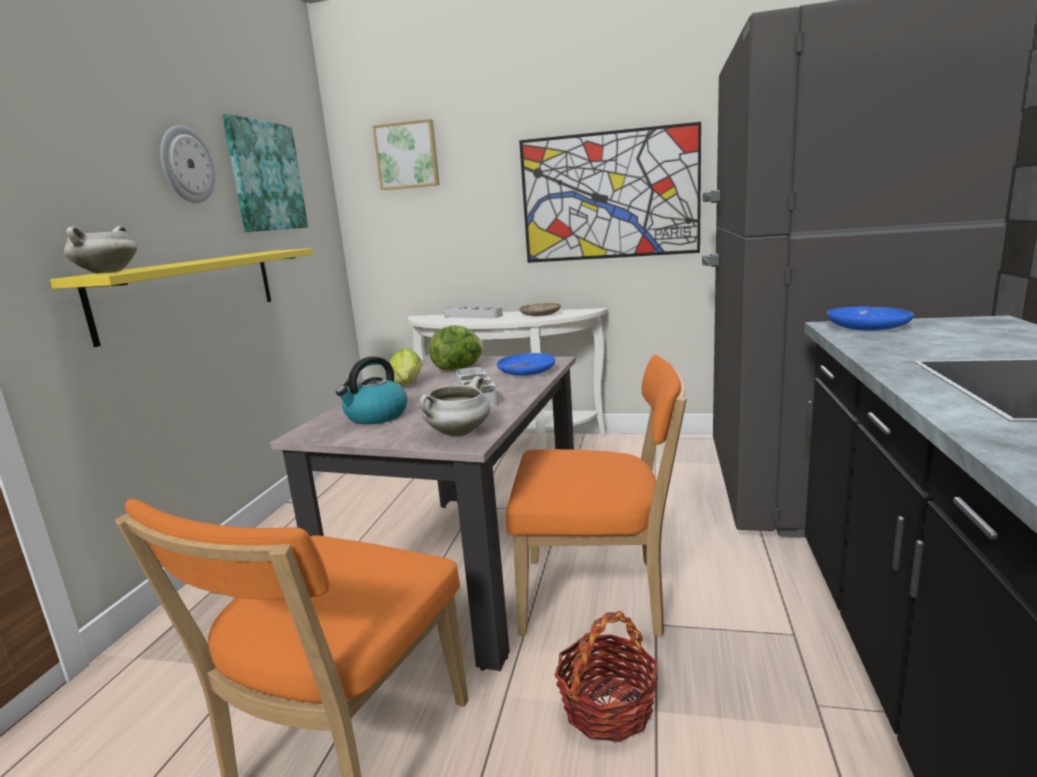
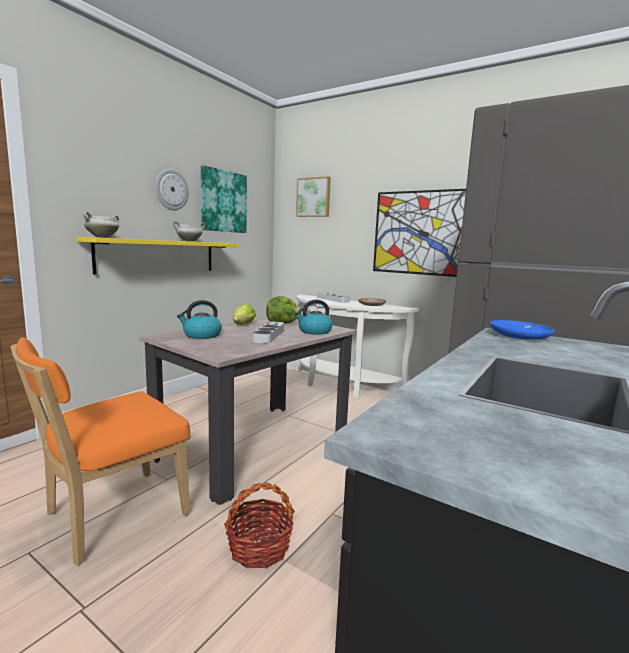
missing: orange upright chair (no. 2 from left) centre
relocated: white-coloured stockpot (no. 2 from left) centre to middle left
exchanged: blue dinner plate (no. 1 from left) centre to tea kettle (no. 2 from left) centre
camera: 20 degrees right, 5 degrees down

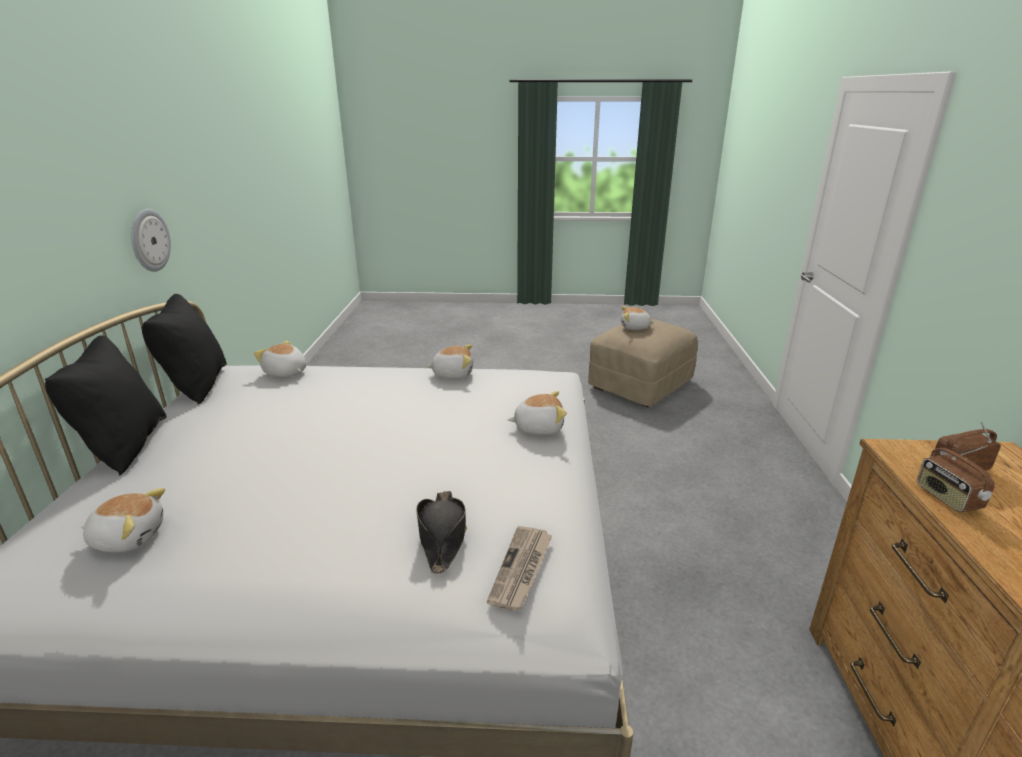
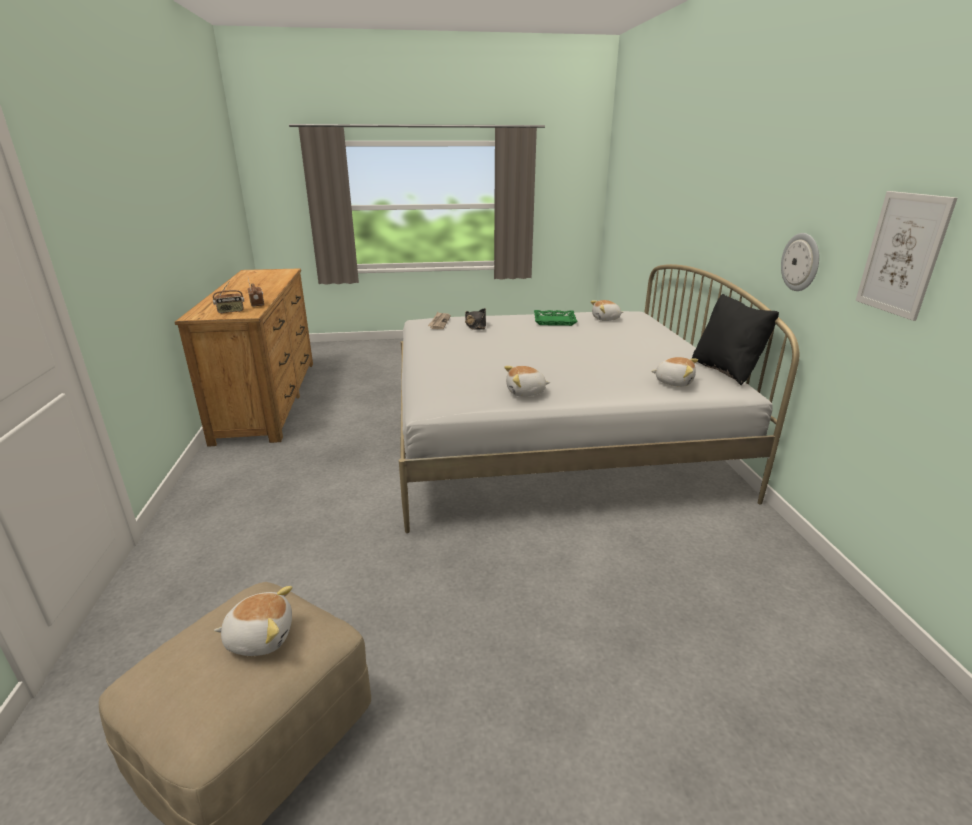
missing: black-coloured cushion (no. 1 from left) middle left; cuddly toy (no. 4 from left) centre
appeared: green-coloured tray centre; wall art top right
camera: 170 degrees right, 0 degrees up

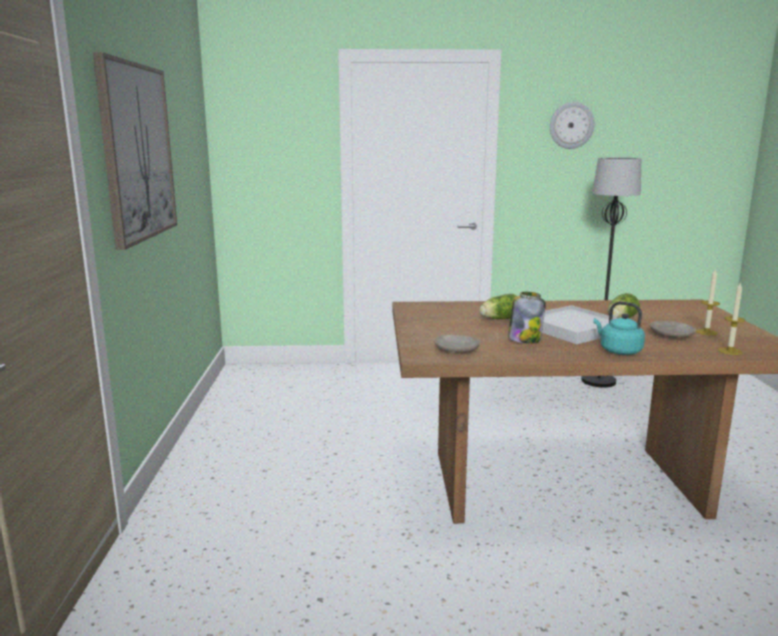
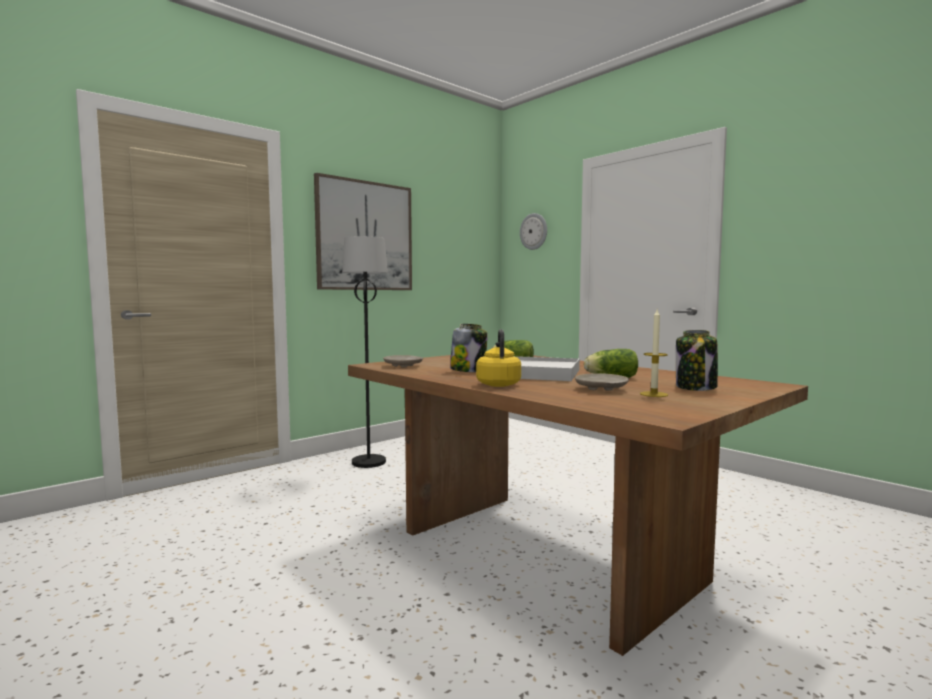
missing: candle (no. 2 from left) middle right
appeared: preserve jar (no. 2 from left) middle right
relocated: clock on the wall top right to top centre; black-coloured floor lamp middle right to centre
colour: turquoise tea kettle middle right to yellow-coloured tea kettle centre
camera: 50 degrees right, 10 degrees down

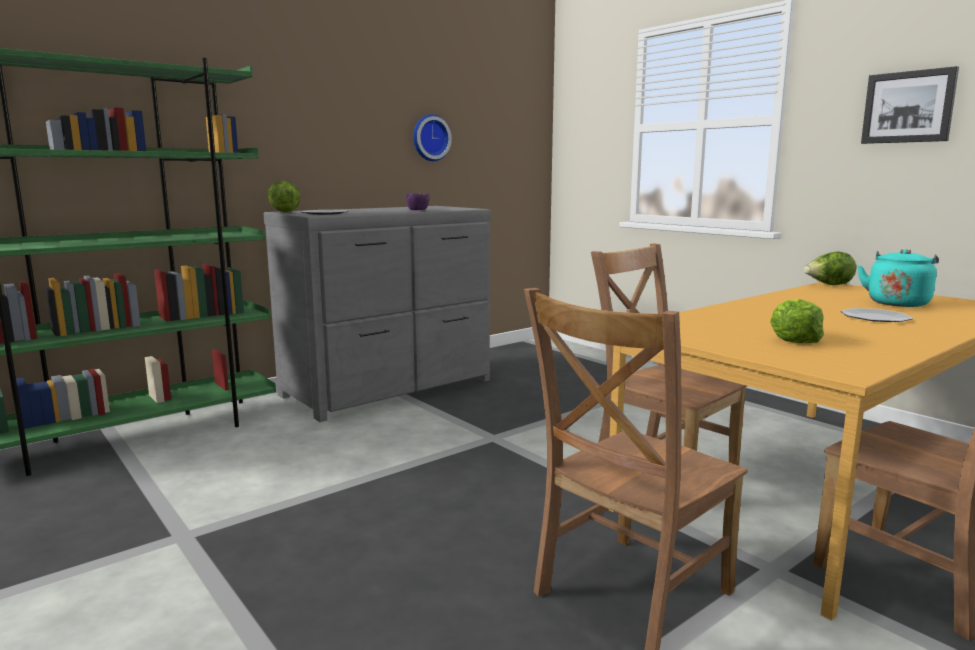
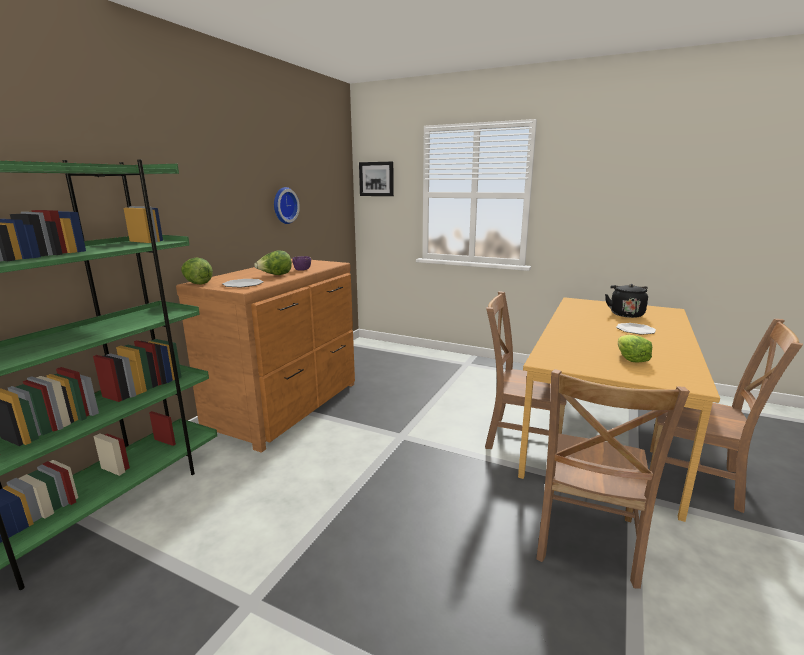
relocated: lettuce (no. 3 from left in the first image) middle right to lettuce (no. 2 from left) centre; wall art top right to top centre
colour: gray dresser centre to brown dresser middle left; turquoise tea kettle middle right to black-coloured tea kettle middle right
camera: 25 degrees left, 5 degrees up

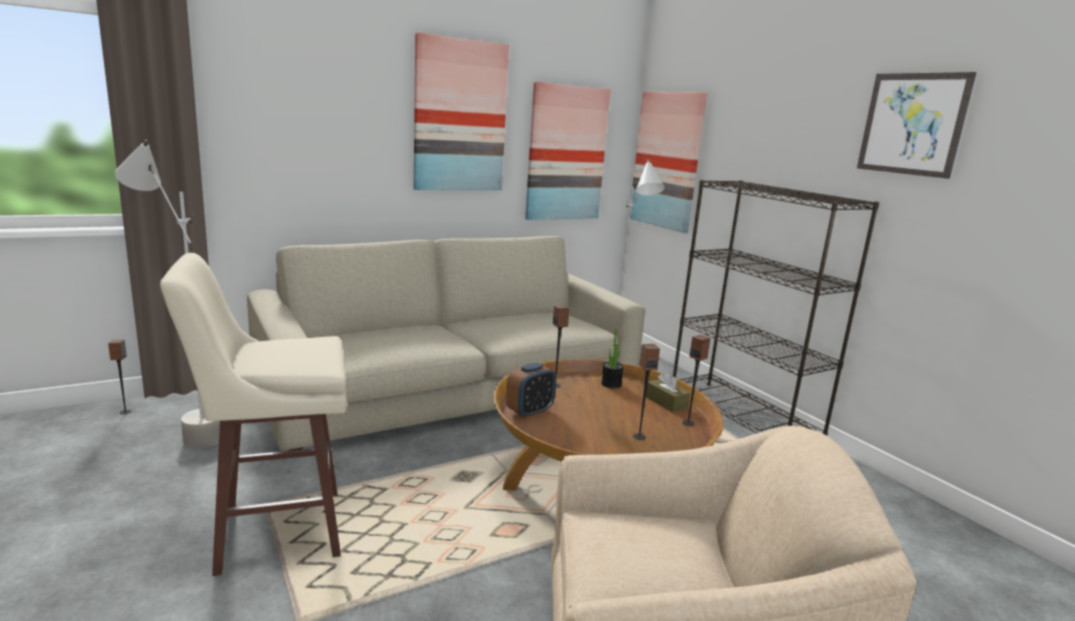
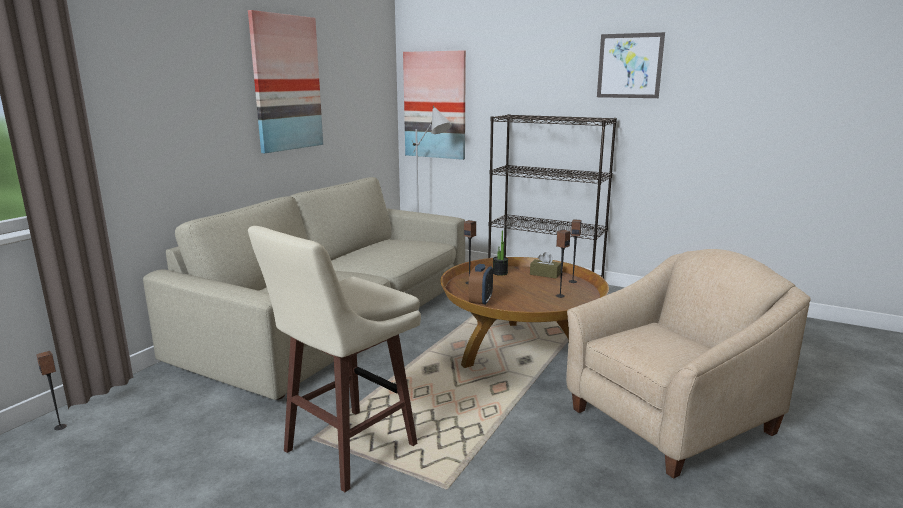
missing: gray floor lamp (no. 1 from left) middle left; wall art (no. 2 from left) top centre
camera: 30 degrees left, 0 degrees up

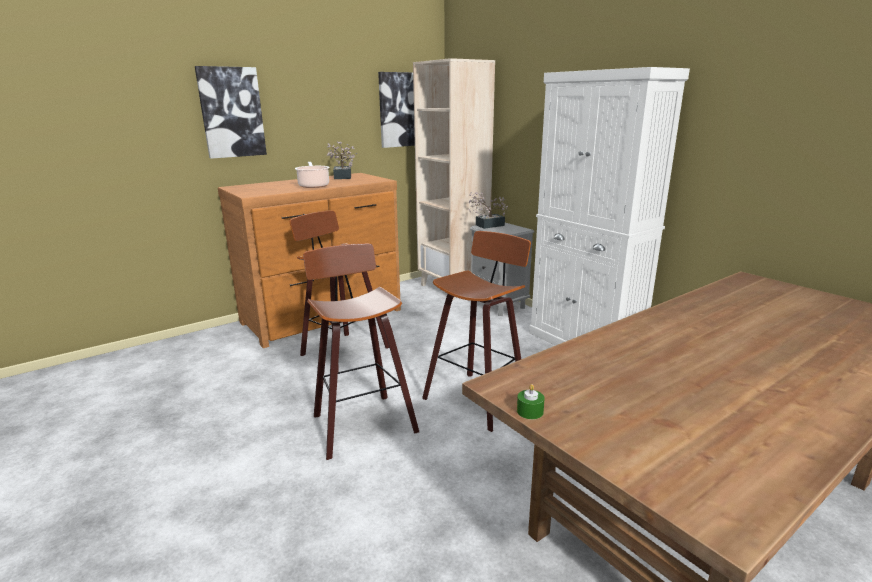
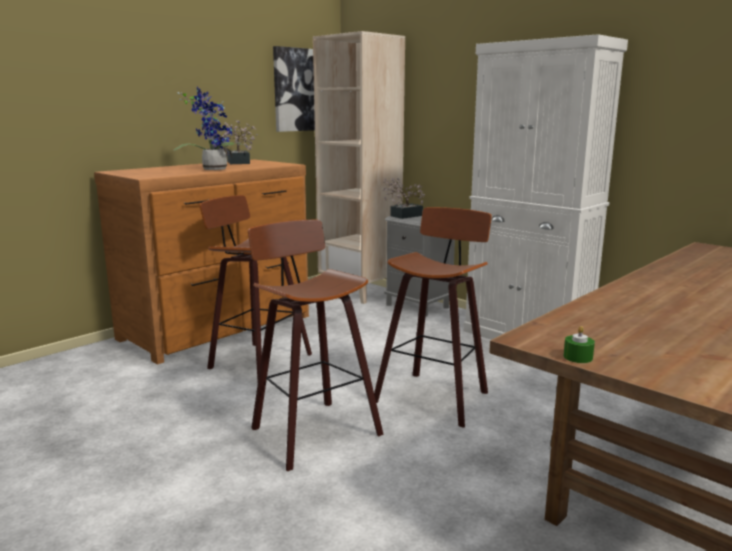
missing: wall art (no. 1 from left) top left
exchanged: stockpot top centre to plant in a pot (no. 1 from left) top left
camera: 10 degrees left, 5 degrees down

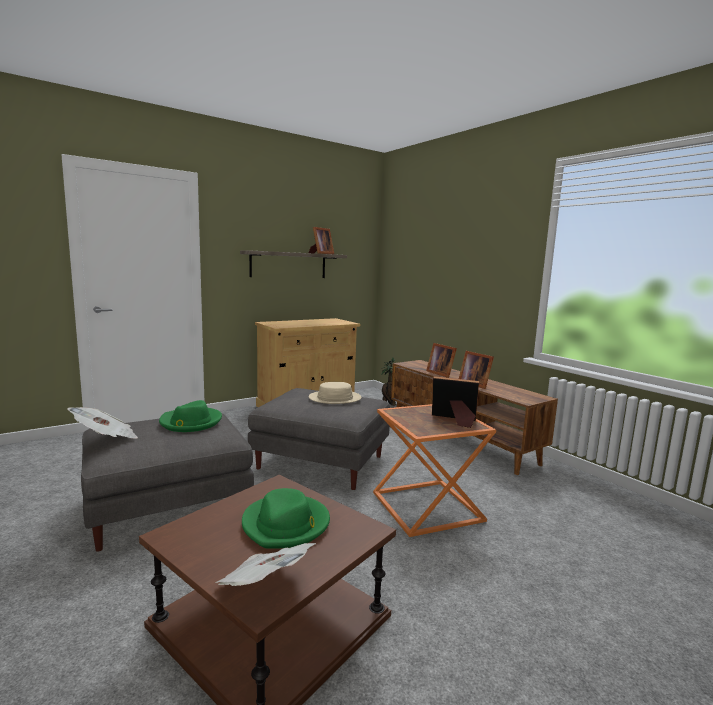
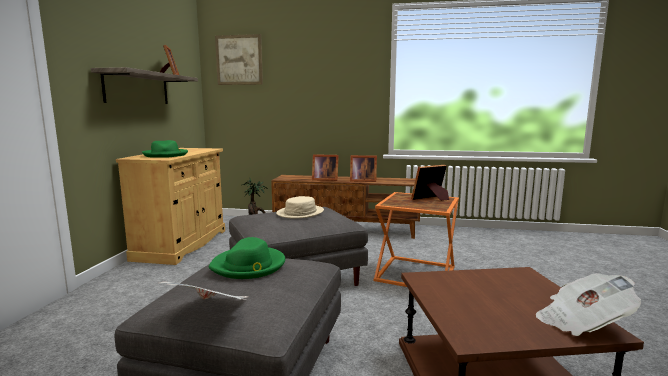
appeared: wall art top centre
relocated: green-coloured clothing hat (no. 2 from left in the first image) bottom centre to green-coloured clothing hat (no. 1 from left) middle left
camera: 45 degrees left, 0 degrees up

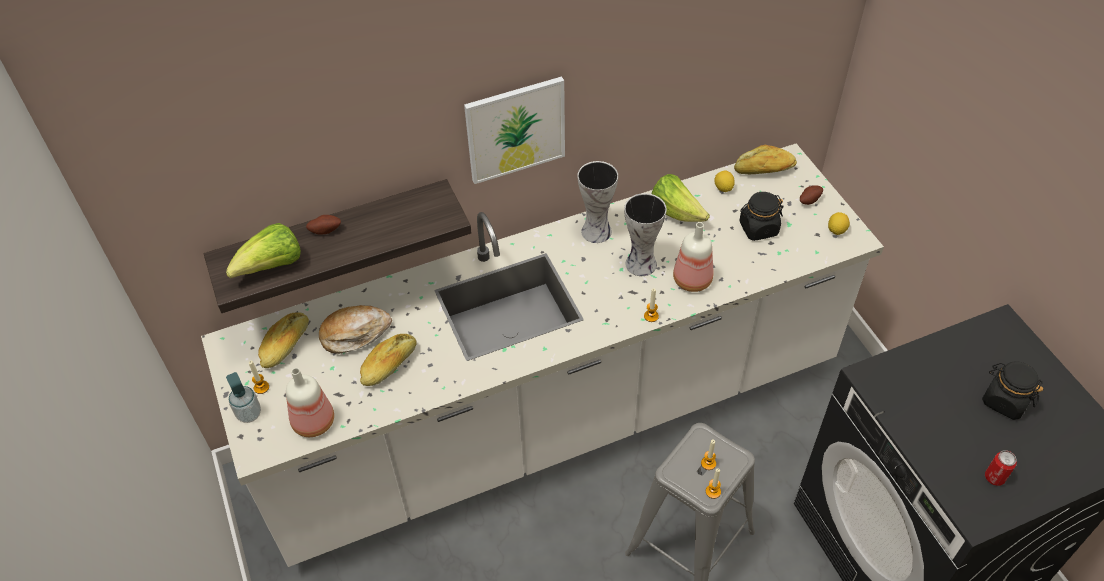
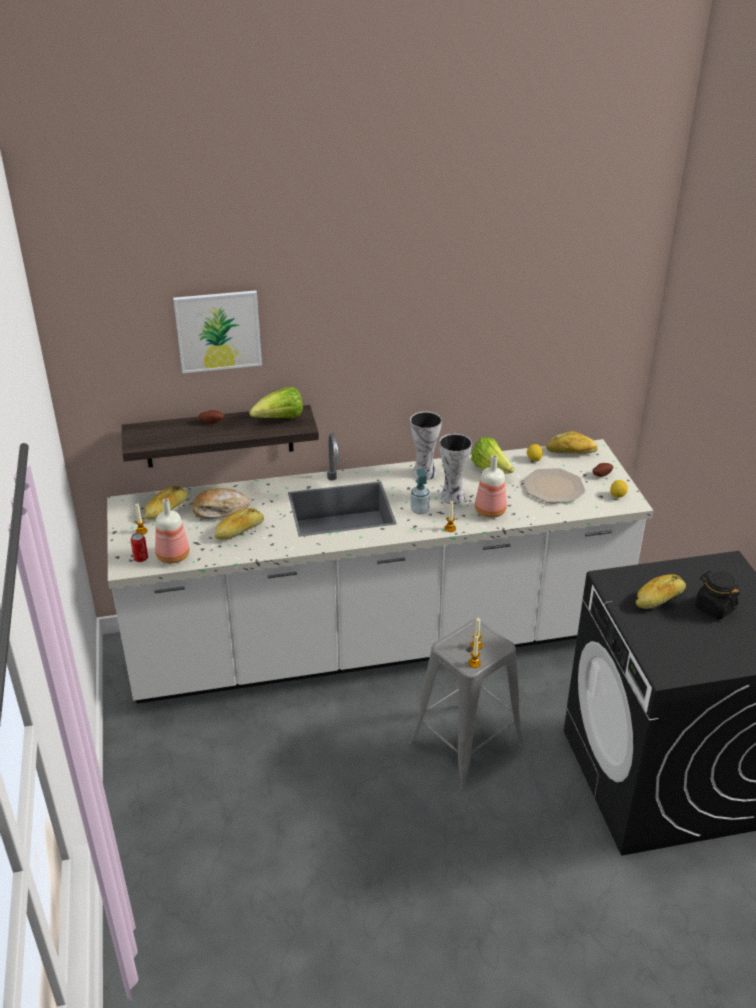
appeared: bread (no. 5 from left) middle right
relocated: lettuce (no. 1 from left) middle left to centre; soap dispenser bottom left to centre; wall art top centre to top left; can bottom right to middle left
exchanged: black-coloured preserve jar (no. 1 from left) middle right to dinner plate middle right
camera: 10 degrees right, 15 degrees down

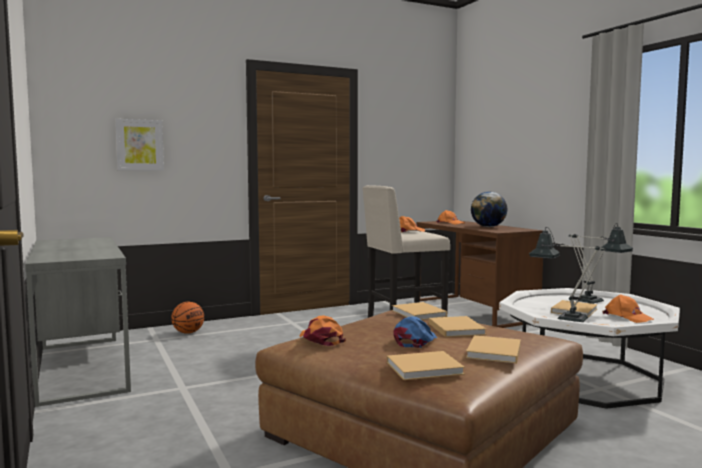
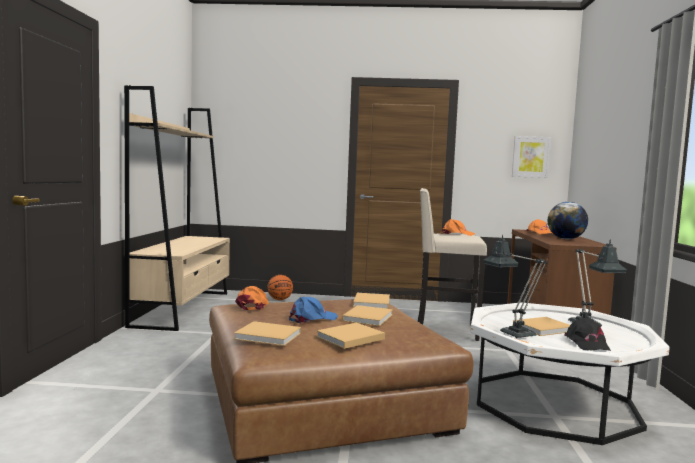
relocated: wall art top left to middle right
exchanged: gray desk bottom left to sand-coloured bookshelf middle left
colour: orange baseball cap (no. 4 from left) middle right to black-coloured baseball cap bottom right
camera: 30 degrees right, 0 degrees up

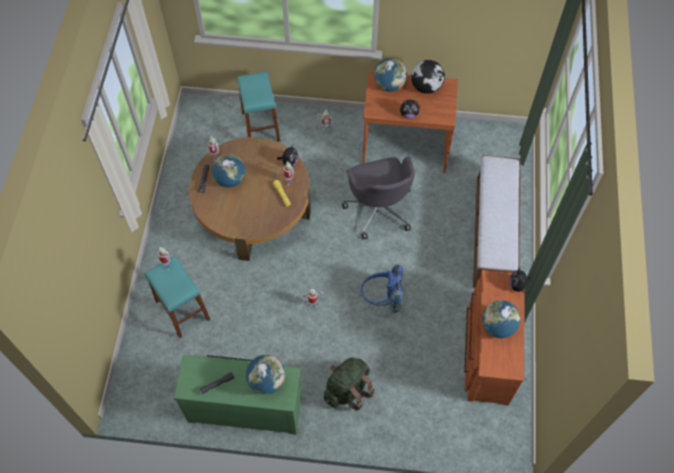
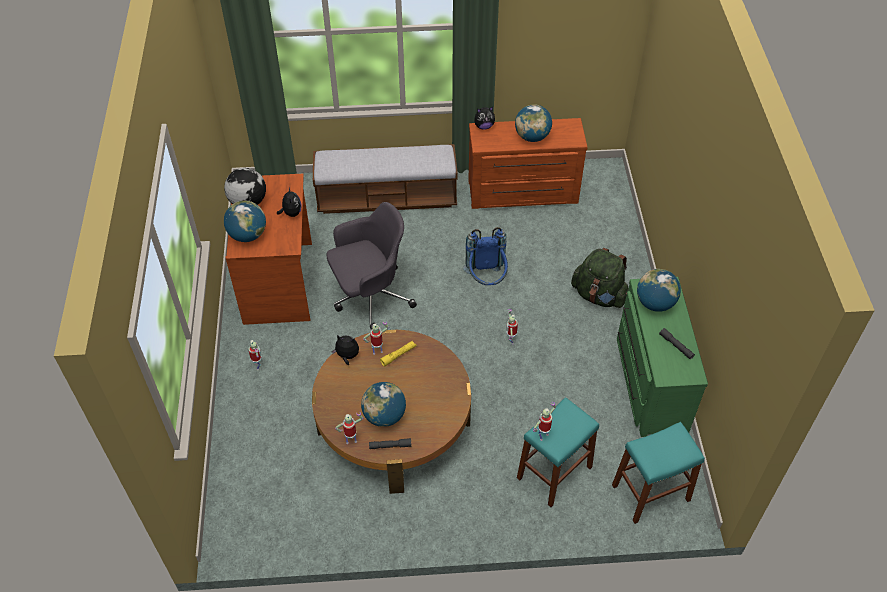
relocated: turquoise sitting stool (no. 2 from left) top centre to bottom right
camera: 100 degrees left, 10 degrees down

